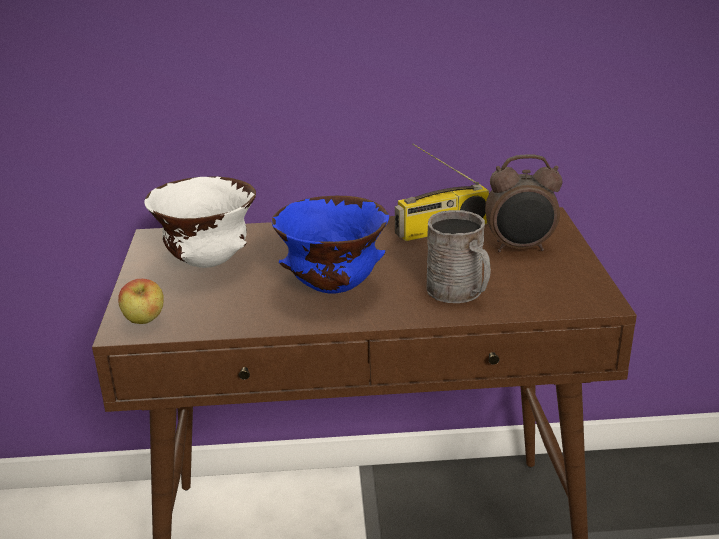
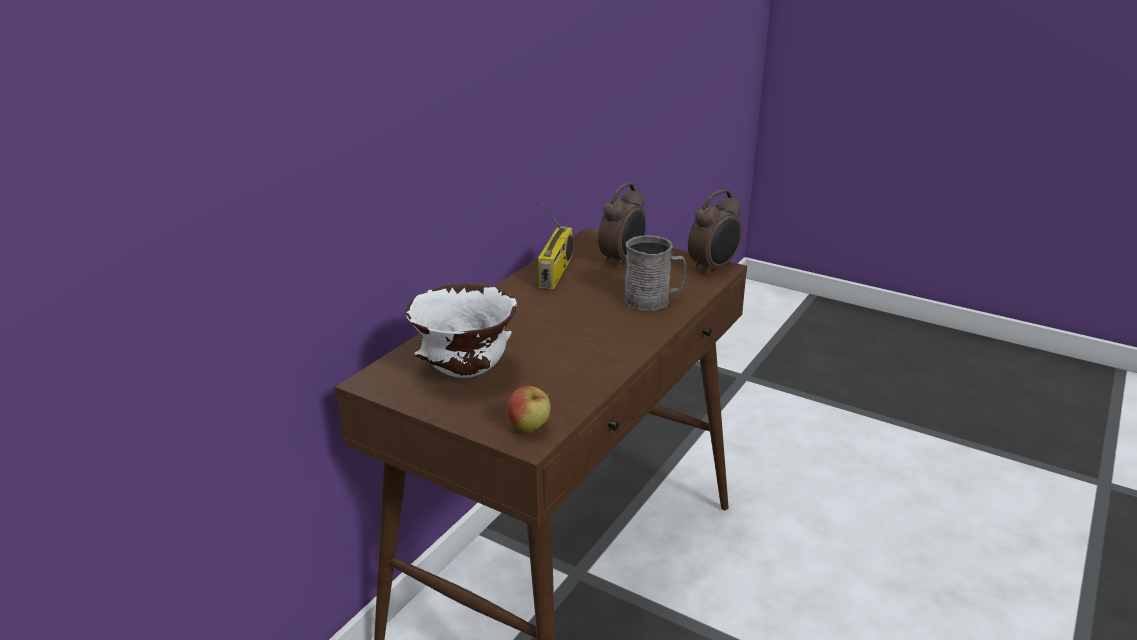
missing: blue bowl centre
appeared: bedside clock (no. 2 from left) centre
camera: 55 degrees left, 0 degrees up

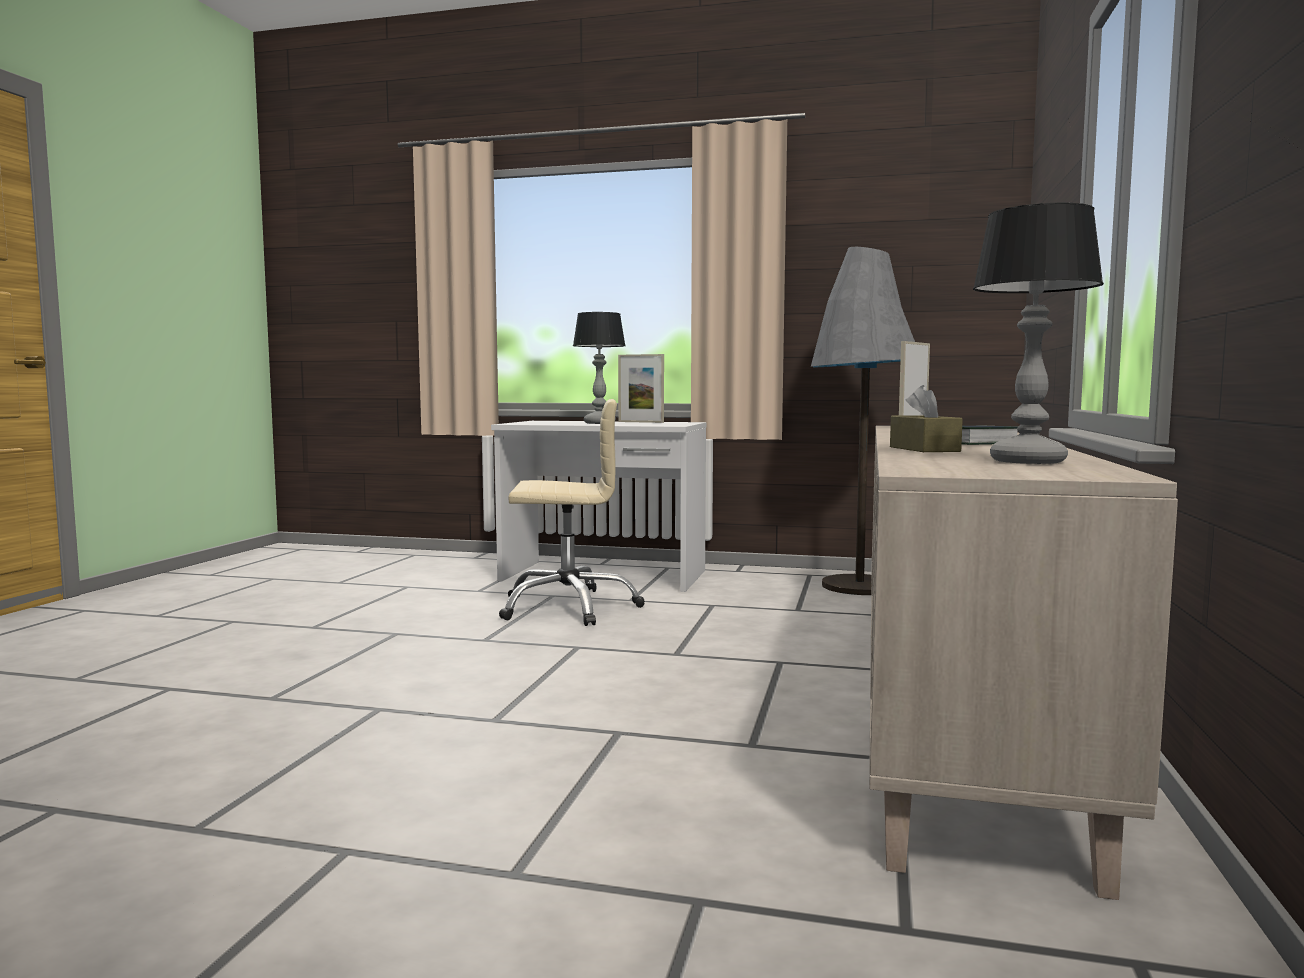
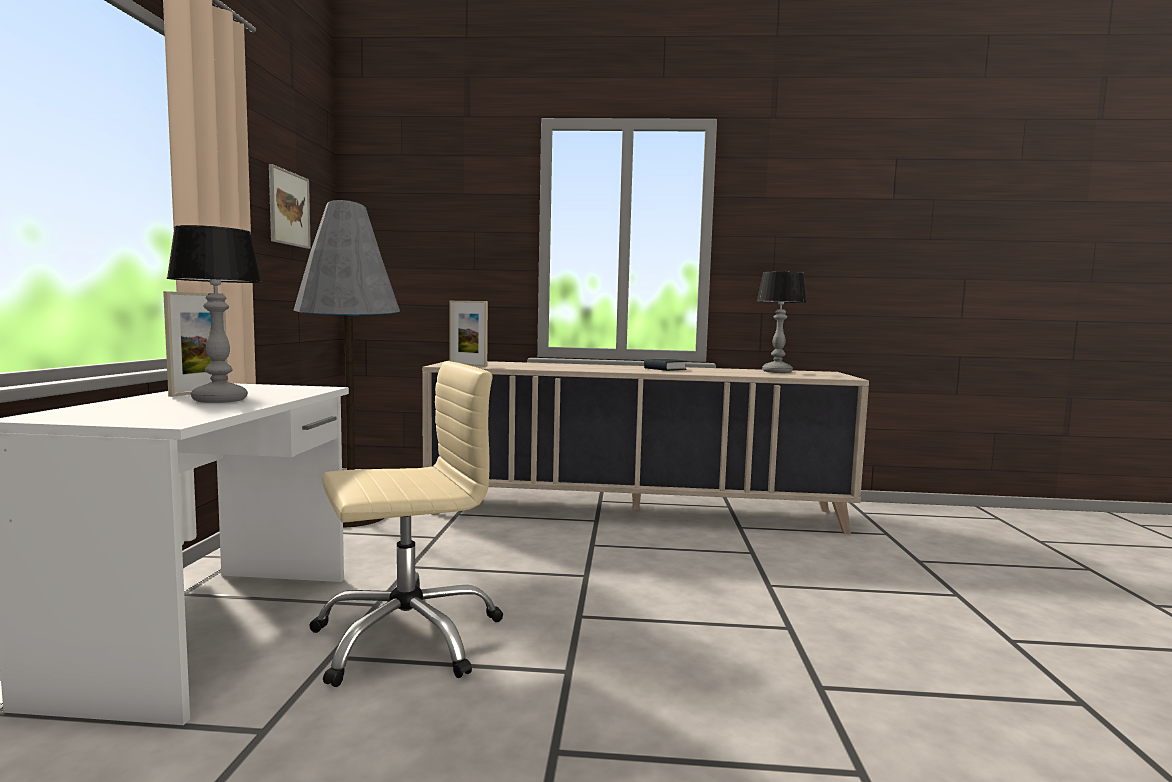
missing: brown box of tissues middle right
appeared: wall art top left
spun: sand-coloured office chair centre = bottom centre 75 degrees clockwise
camera: 100 degrees left, 0 degrees up

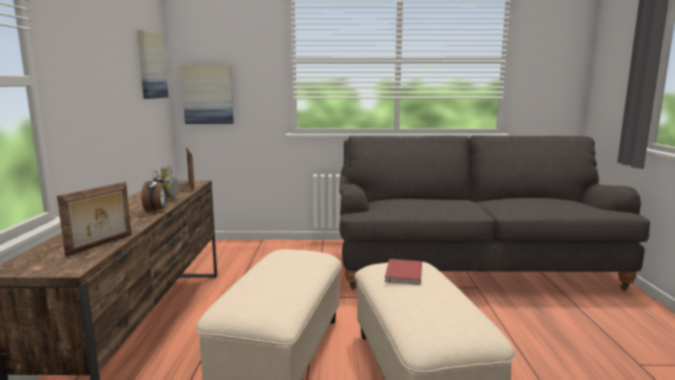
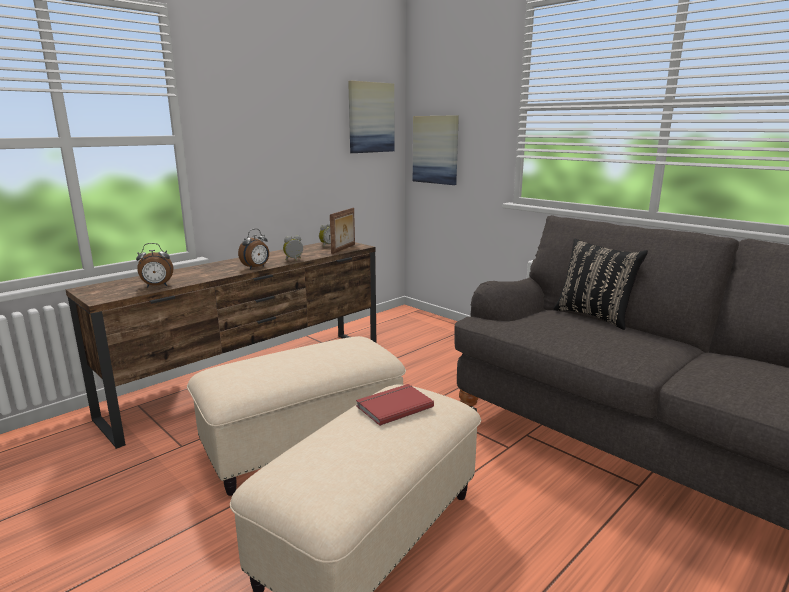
appeared: black-coloured cushion middle right
exchanged: photo frame (no. 1 from left) middle left to bedside clock (no. 1 from left) middle left
camera: 45 degrees right, 5 degrees up

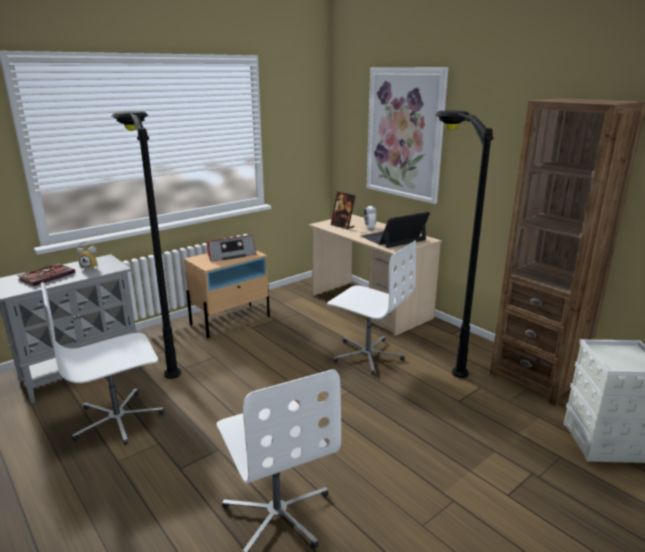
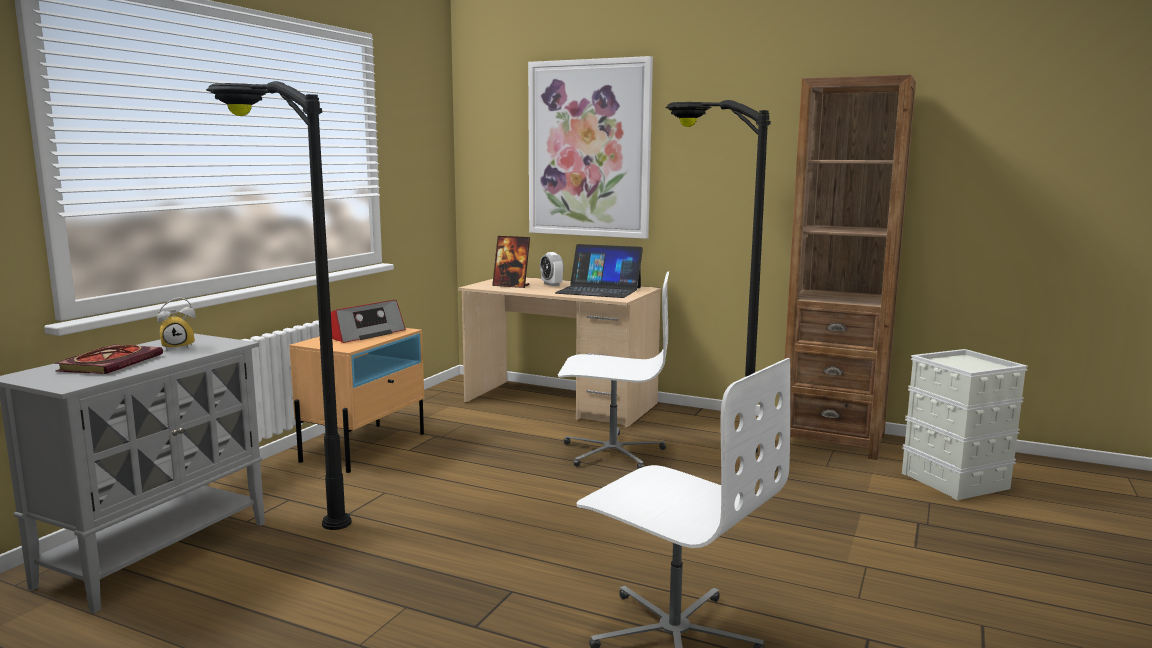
missing: white-coloured office chair (no. 1 from left) middle left
spun: portable computer centre = centre 105 degrees counterclockwise
camera: 25 degrees left, 10 degrees down

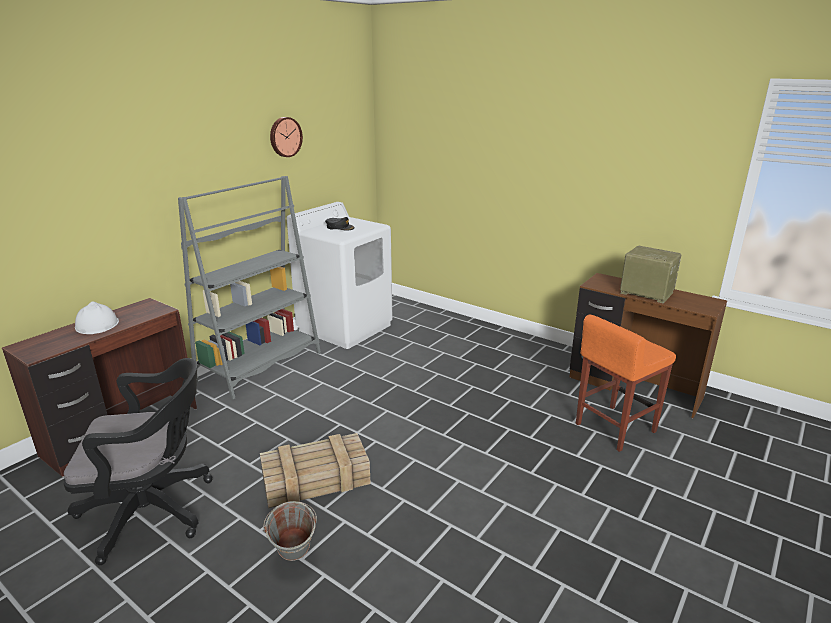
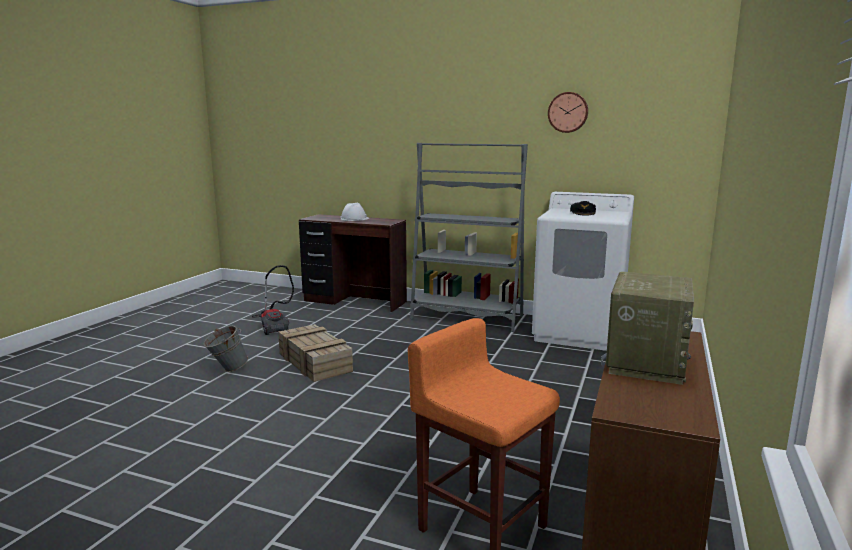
exchanged: black-coloured office chair bottom left to vacuum middle left
camera: 75 degrees right, 10 degrees down

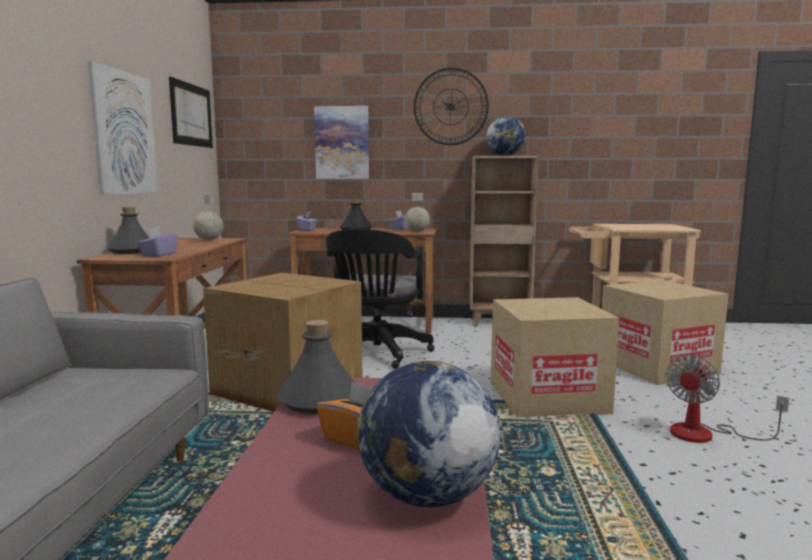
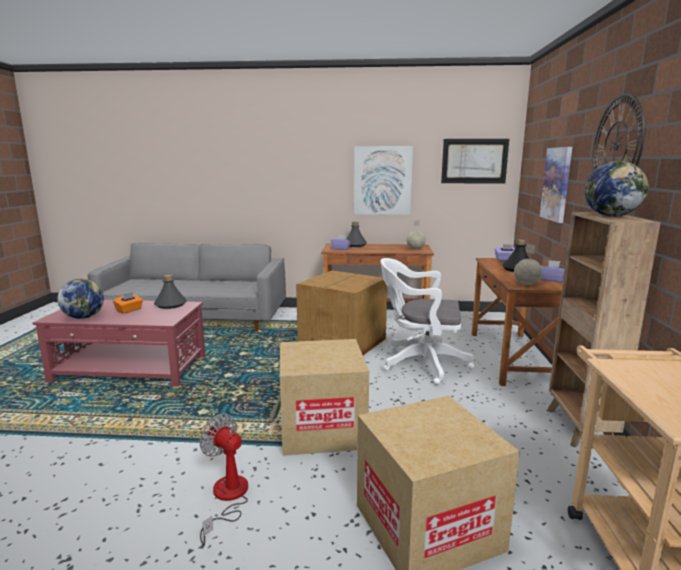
colour: black-coloured office chair centre to white-coloured office chair centre
camera: 90 degrees right, 5 degrees up

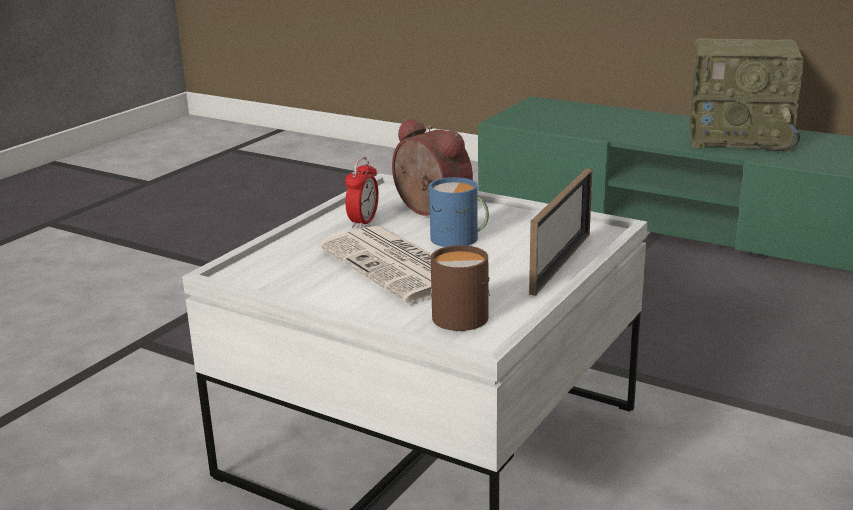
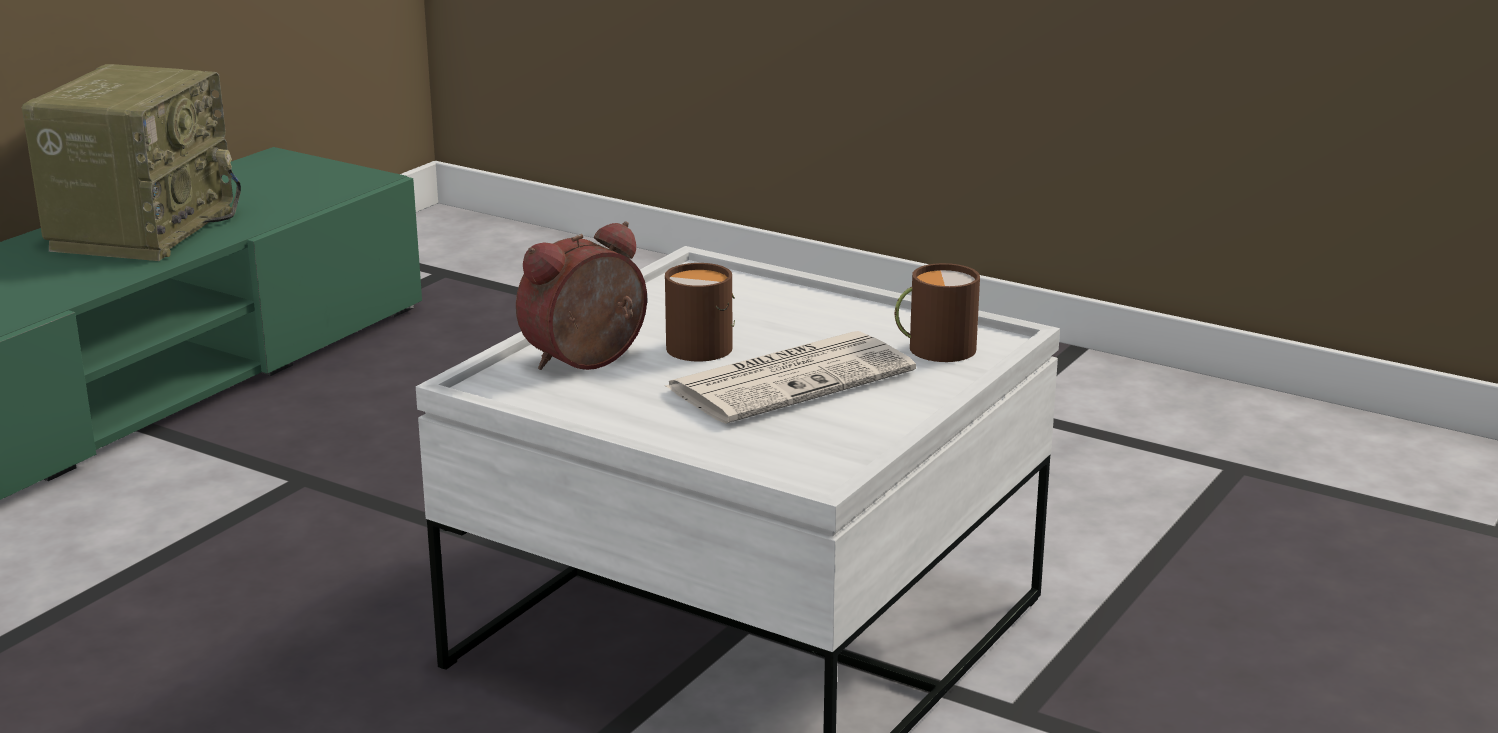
missing: bedside clock (no. 1 from left) centre; photo frame centre
colour: blue tea mug centre to brown tea mug (no. 1 from left) centre
camera: 90 degrees left, 0 degrees up

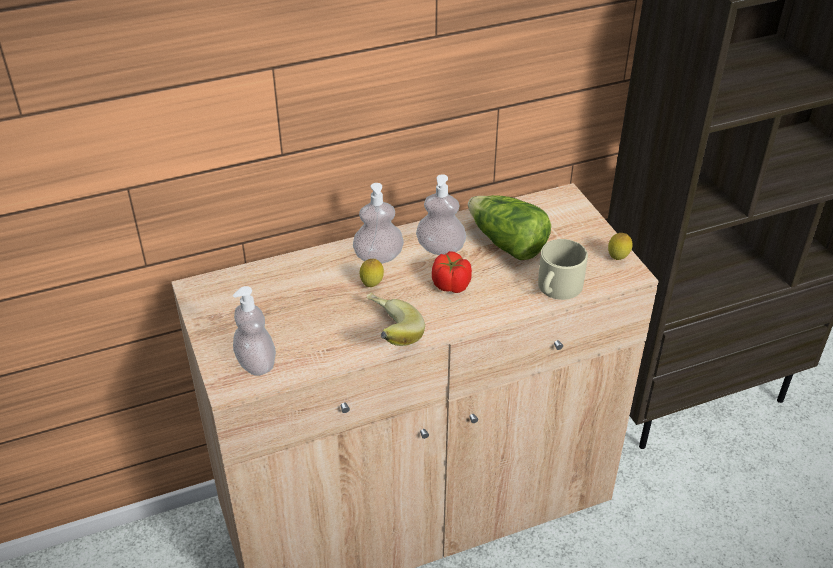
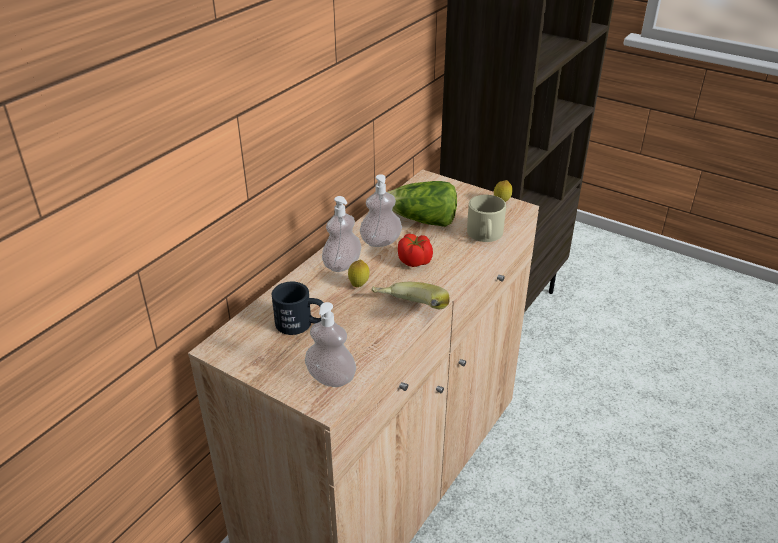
appeared: black-coloured tea mug centre
camera: 35 degrees left, 5 degrees down

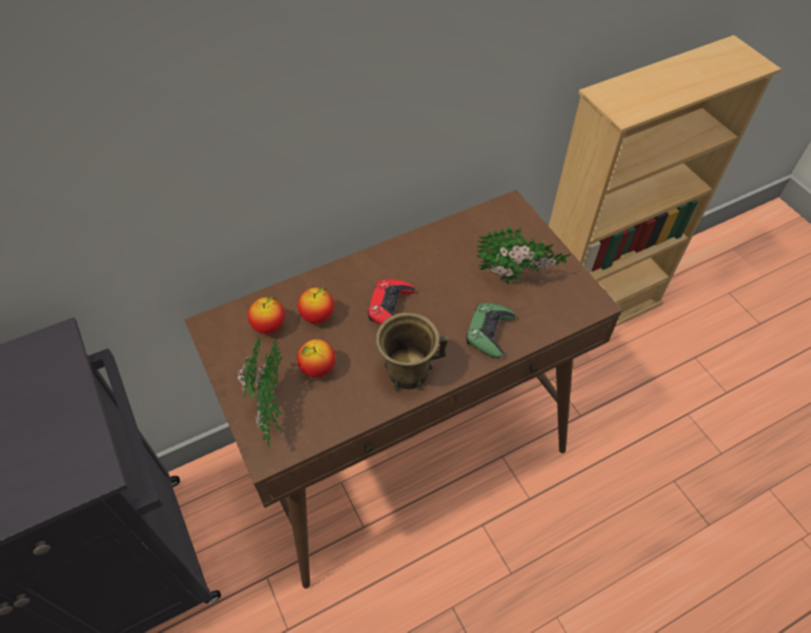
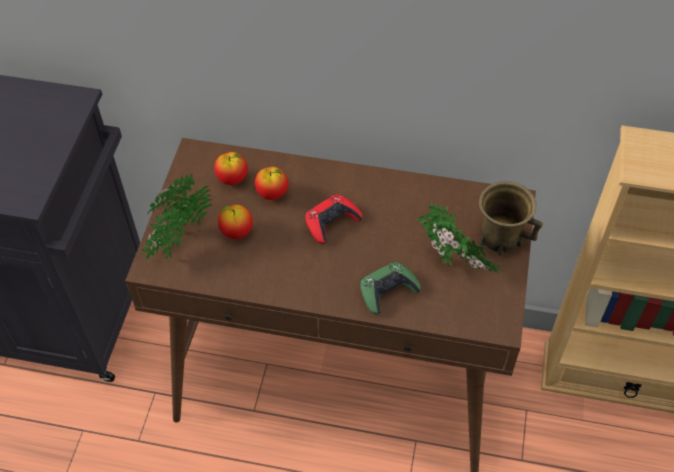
relocated: brown tea mug centre to middle right
camera: 40 degrees right, 0 degrees up

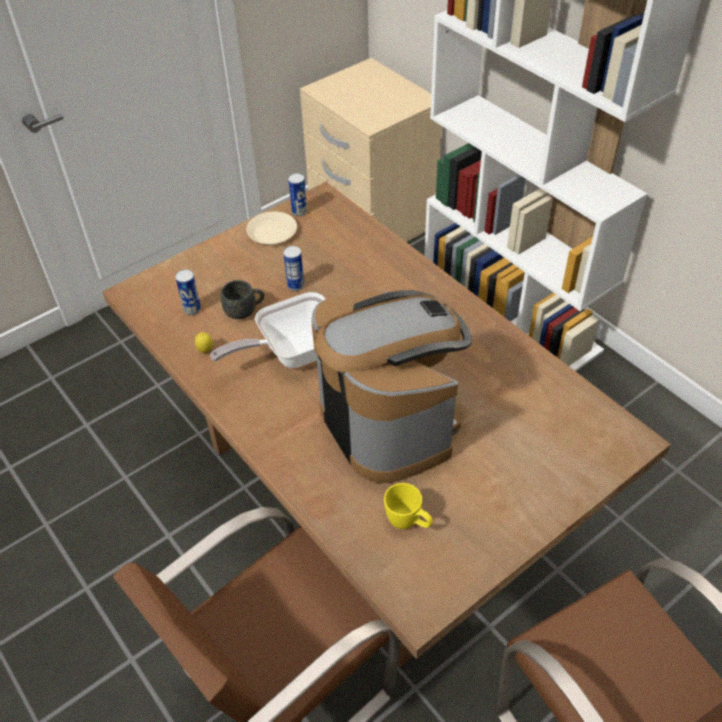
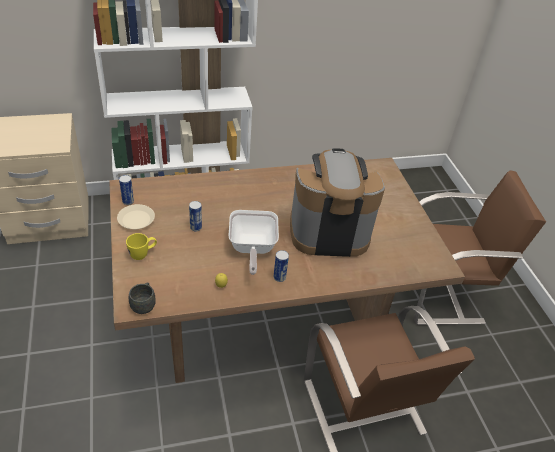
relocated: can (no. 1 from left in the first image) middle left to can (no. 3 from left) centre; gray tea mug centre to middle left; yellow-coloured tea mug bottom centre to middle left
camera: 70 degrees left, 5 degrees down

